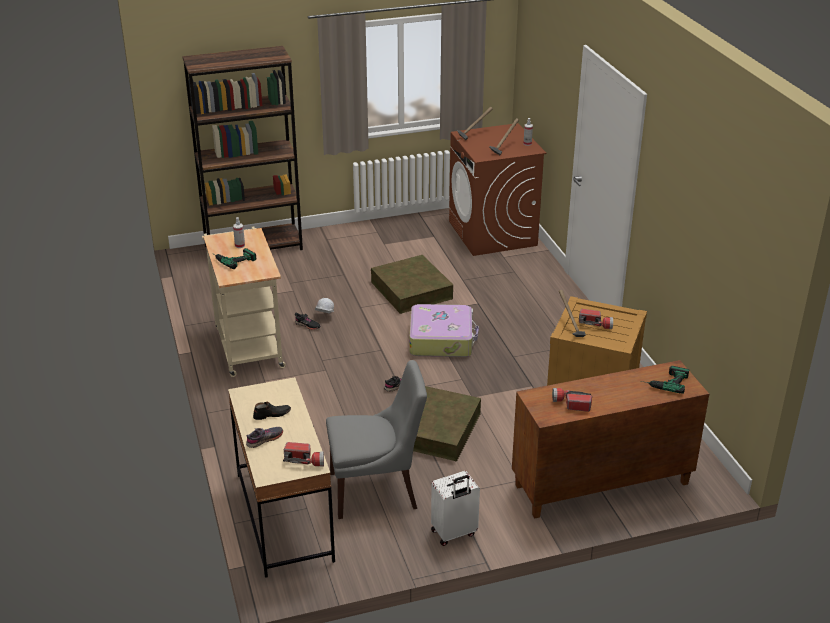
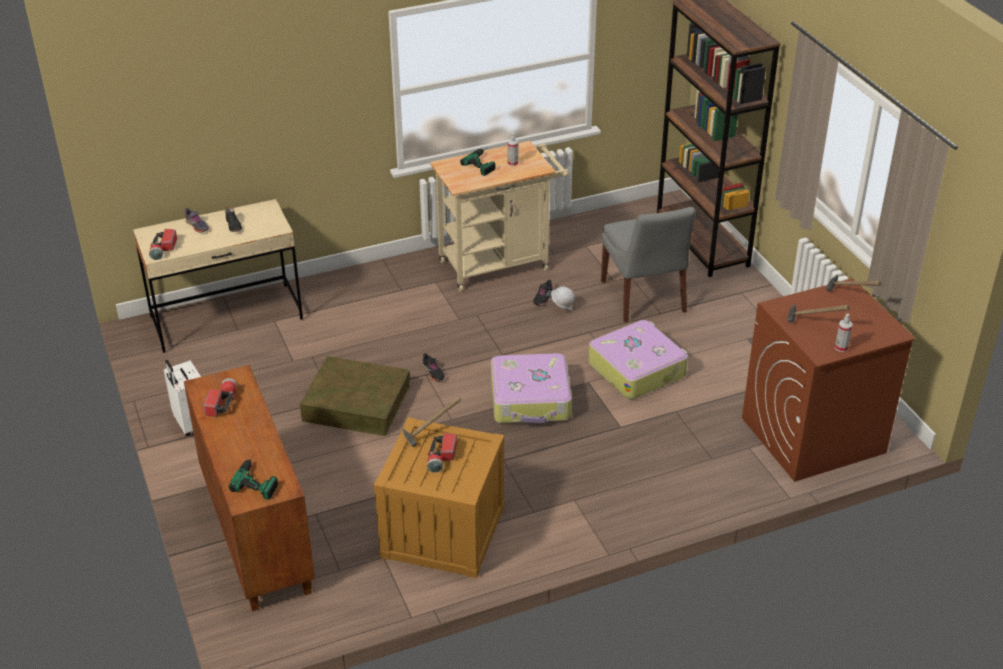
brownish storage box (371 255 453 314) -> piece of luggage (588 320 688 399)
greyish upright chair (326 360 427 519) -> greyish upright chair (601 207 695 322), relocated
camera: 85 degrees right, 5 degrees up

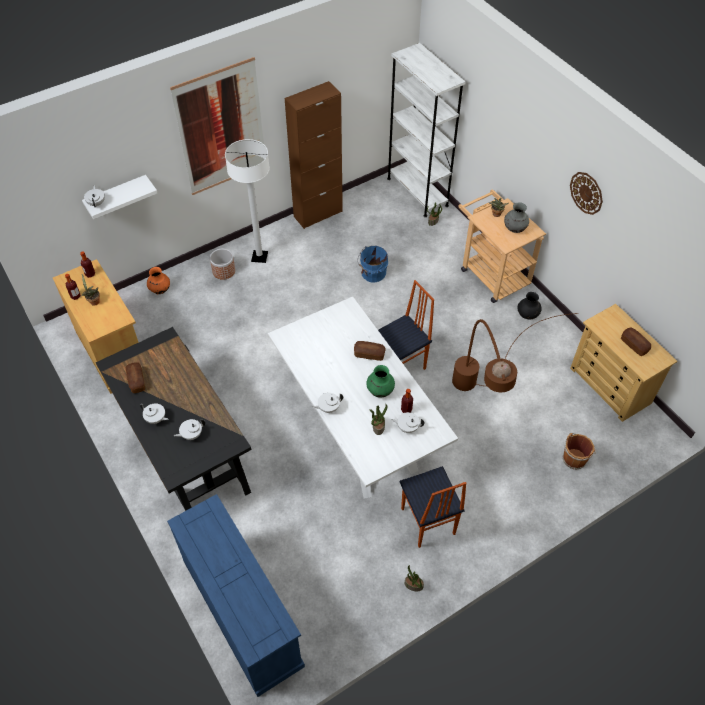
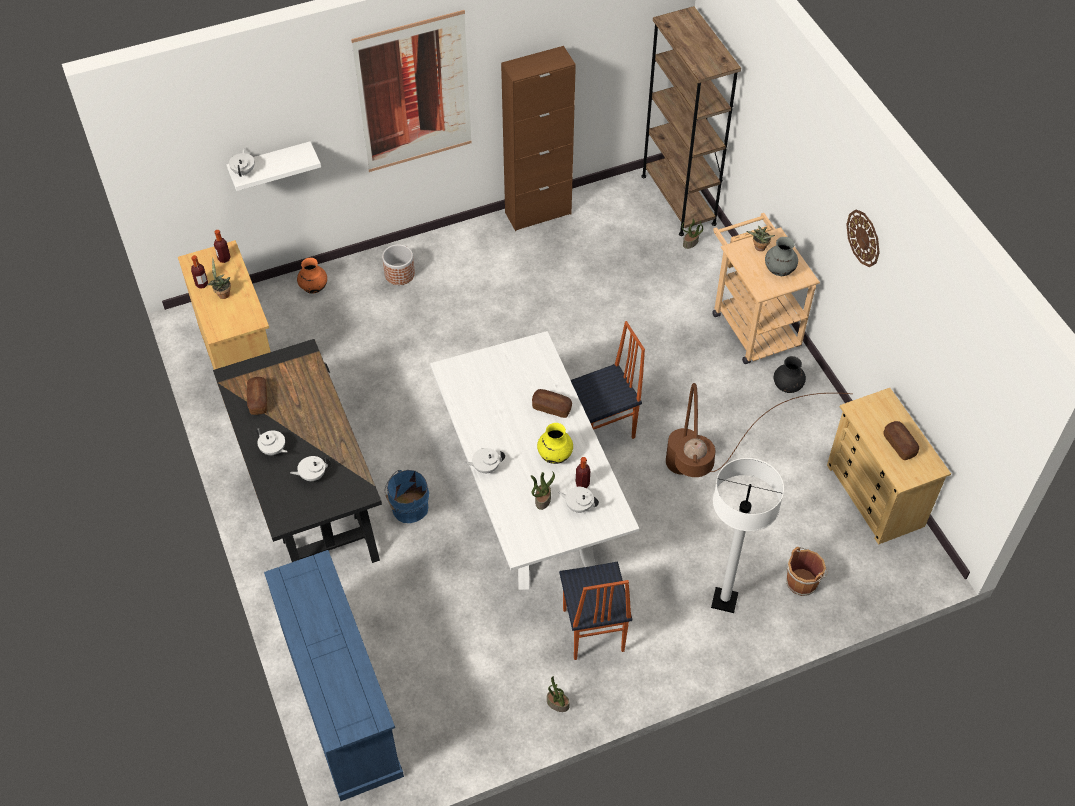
blue-coloured pail (357 246 388 283) -> blue-coloured pail (384 470 429 523), relocated
green vase (366 365 395 397) -> yellow-coloured vase (537 423 573 464)
white-coloured shelving unit (387 43 466 217) -> brownish shelving unit (641 6 741 236)
white-coloured standard lamp (225 139 270 263) -> white-coloured standard lamp (711 458 784 613), relocated
camera: 10 degrees right, 0 degrees up

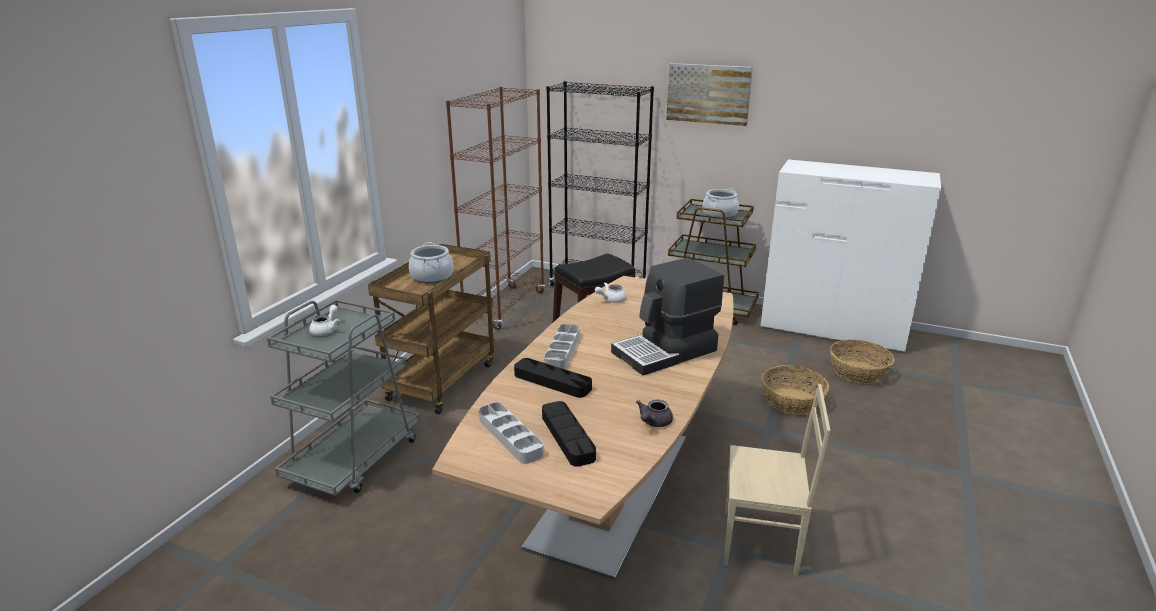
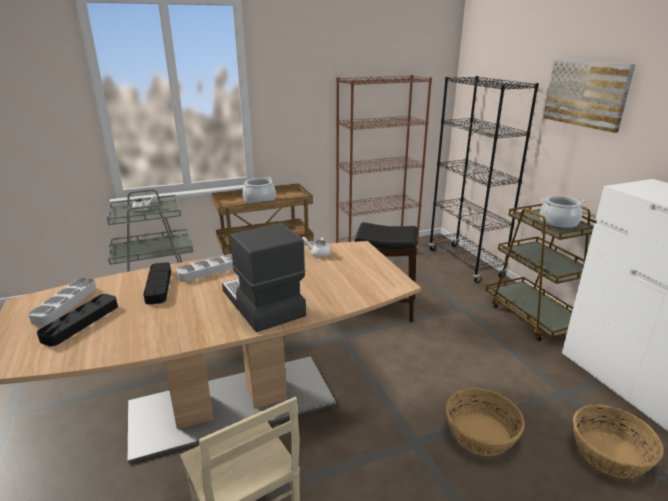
coffee machine (611 258 724 376) -> coffee machine (222 223 306 332), 45 degrees clockwise
greyish teapot (636 399 673 427) -> none
camera: 45 degrees right, 0 degrees up

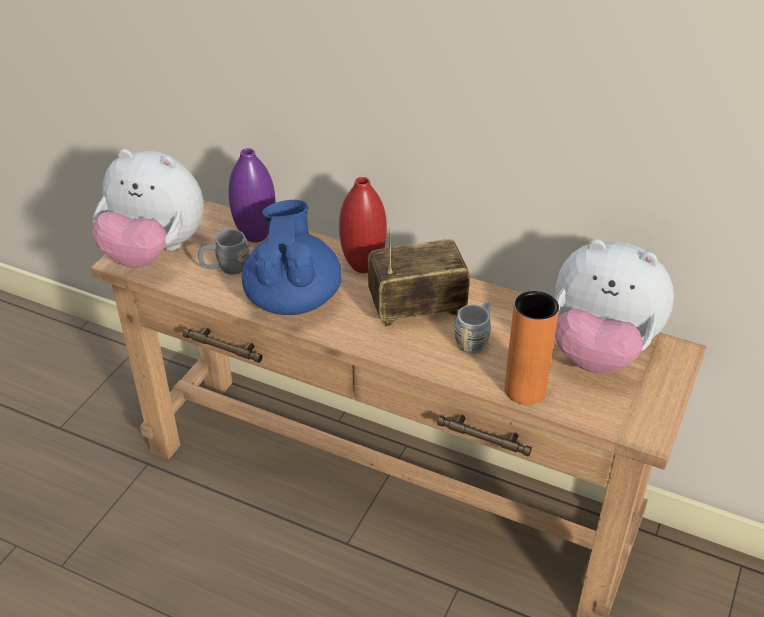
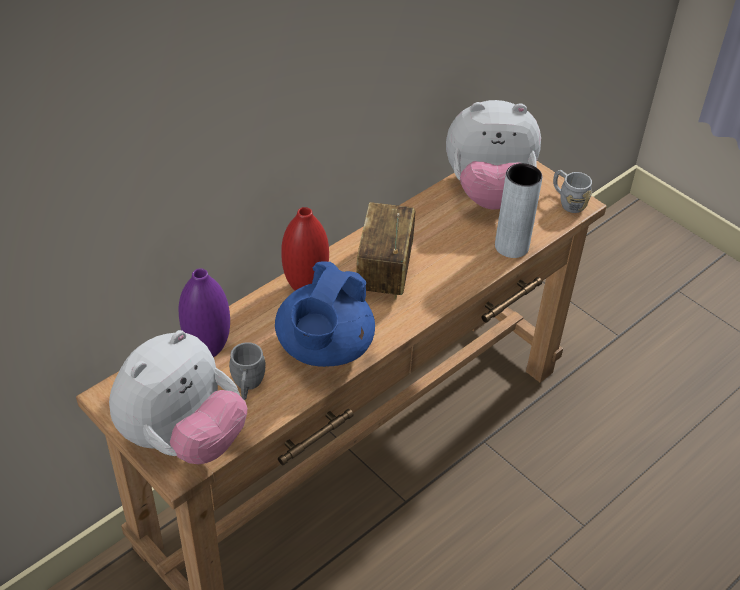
blue-coloured teapot (242 200 342 315) -> blue-coloured teapot (275 261 375 367), 90 degrees counterclockwise
soft toy (555 239 674 373) -> soft toy (446 100 541 210), 45 degrees clockwise
orange vase (505 291 559 405) -> greyish vase (495 163 543 258)
greyish coffee mug (454 301 491 354) -> greyish coffee mug (553 170 592 213), relocated
camera: 70 degrees left, 5 degrees up

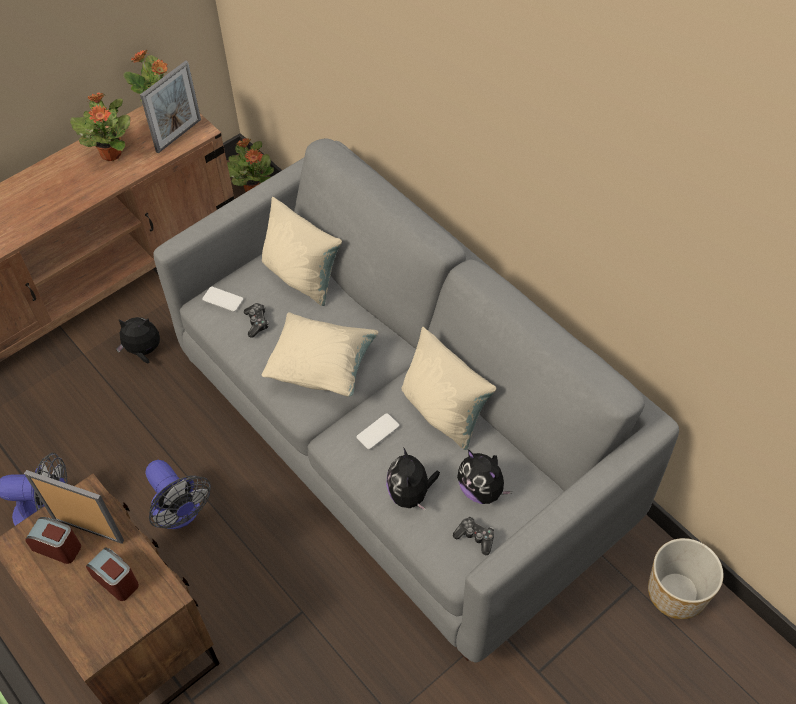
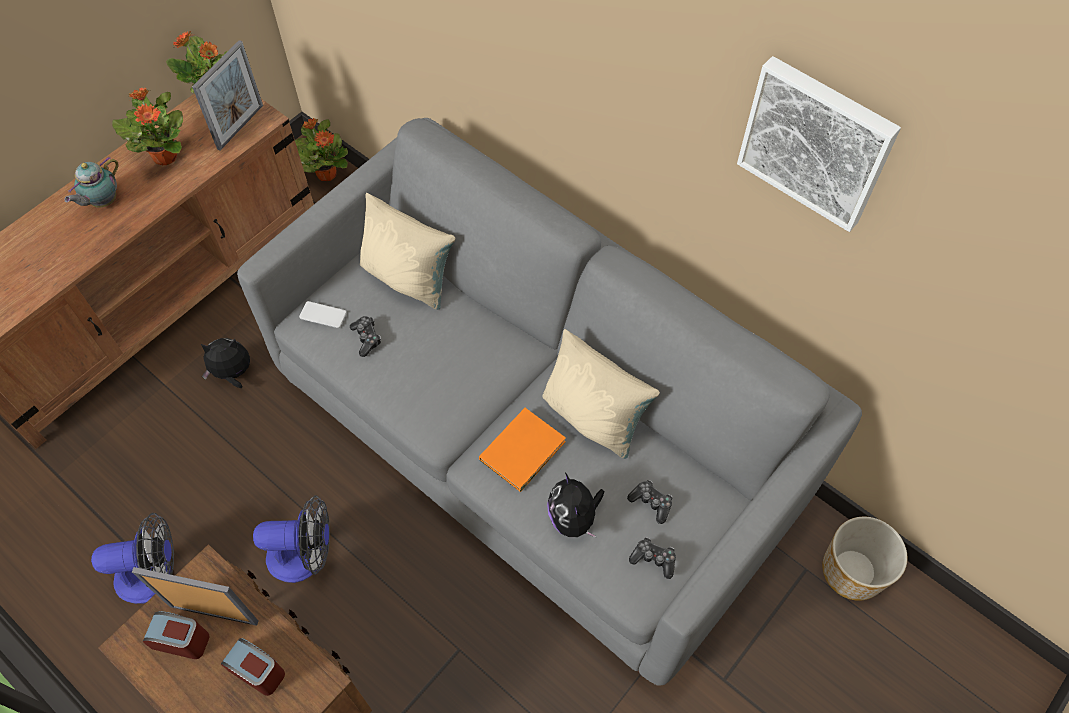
none -> teapot (64 156 119 208)
cooling fan (145 460 211 529) -> cooling fan (253 495 330 583), 45 degrees counterclockwise
handset (357 413 399 449) -> orange bound book (479 408 566 492)
soft toy (457 449 512 504) -> gamepad (627 480 672 524)
none -> wall art (737 56 901 232)
beige cushion (262 312 379 397) -> none
camera: 10 degrees left, 5 degrees up

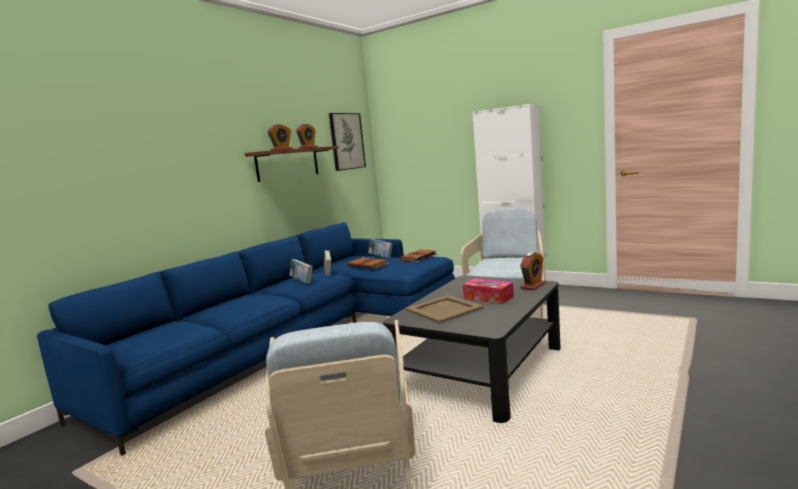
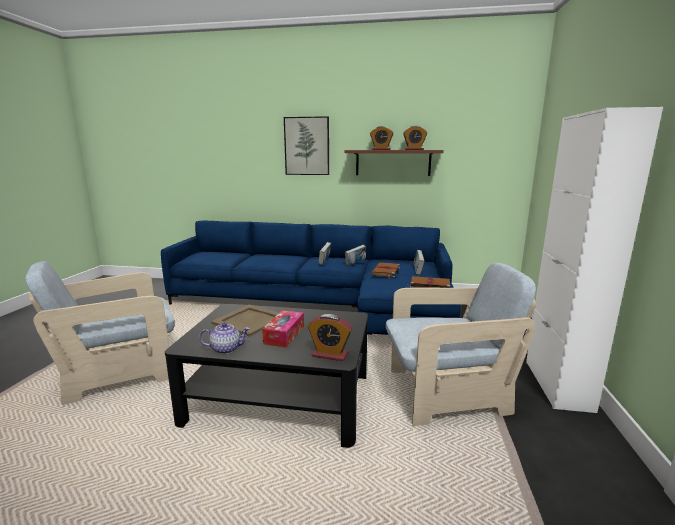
none -> teapot (199 323 250 354)
wall art (329 113 366 171) -> wall art (284 116 329 175), relocated
camera: 65 degrees right, 5 degrees up

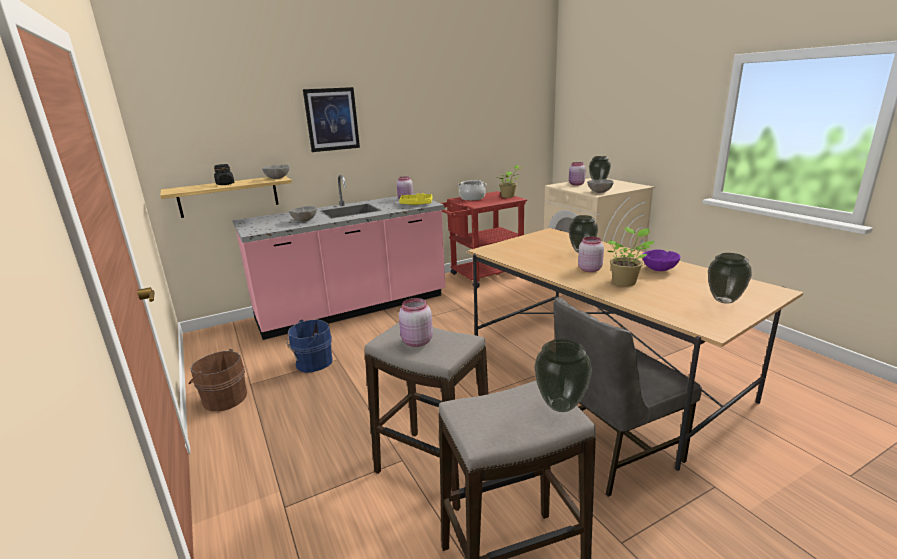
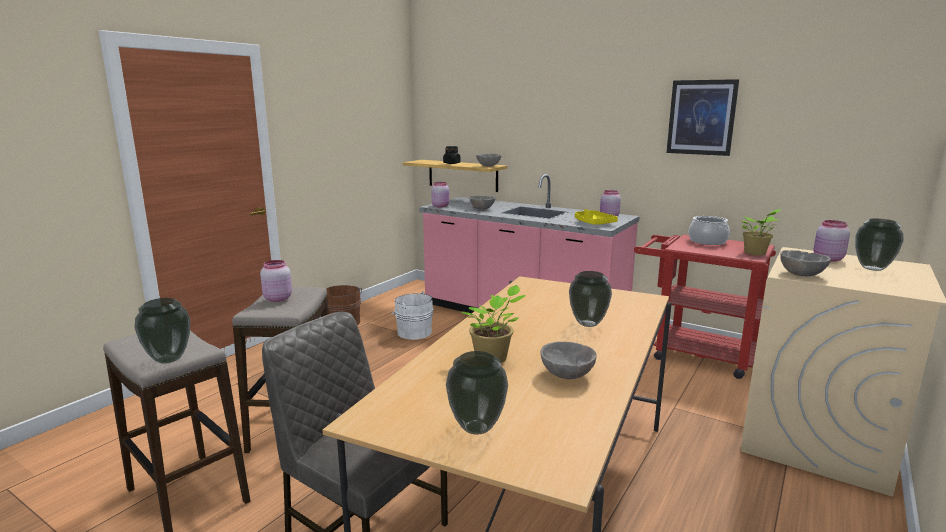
blue-coloured pail (287 320 333 373) -> white-coloured pail (391 292 433 340)
pink storage jar (578 236 604 272) -> pink storage jar (431 182 449 207), relocated
purplish serving bowl (642 249 681 271) -> greyish serving bowl (540 342 596 379)
wall art (303 87 360 152) -> wall art (666 79 739 156), relocated
camera: 60 degrees right, 5 degrees down

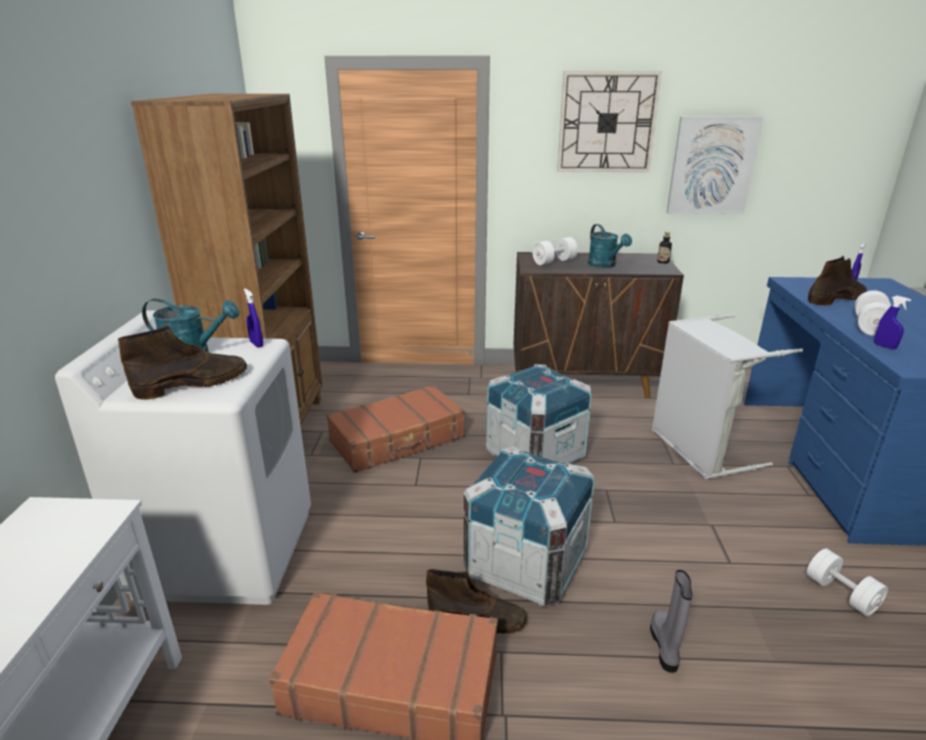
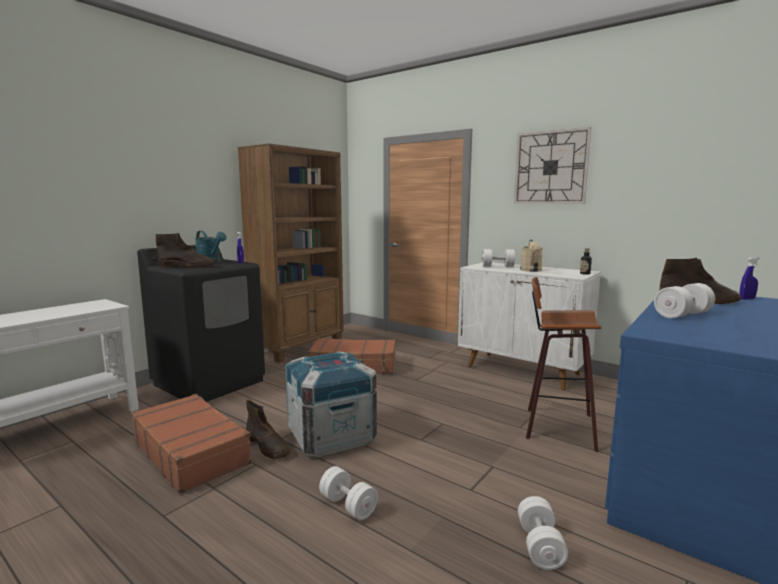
white-coloured laundry appliance (55 311 311 605) -> black-coloured laundry appliance (137 245 265 402)
greyish tall boot (650 570 692 673) -> white-coloured dumbbell (319 466 378 520)
brownish cupboard (514 252 684 398) -> white-coloured cupboard (458 262 601 390)
turquoise watering pot (588 224 632 268) -> beige watering pot (520 240 543 272)
greyish washing basket (652 314 803 479) -> stool (526 277 601 452)
packing crate (486 364 592 464) -> none
wall art (667 117 763 214) -> none
blue-coloured sprayer (874 296 911 349) -> none
camera: 35 degrees right, 15 degrees down

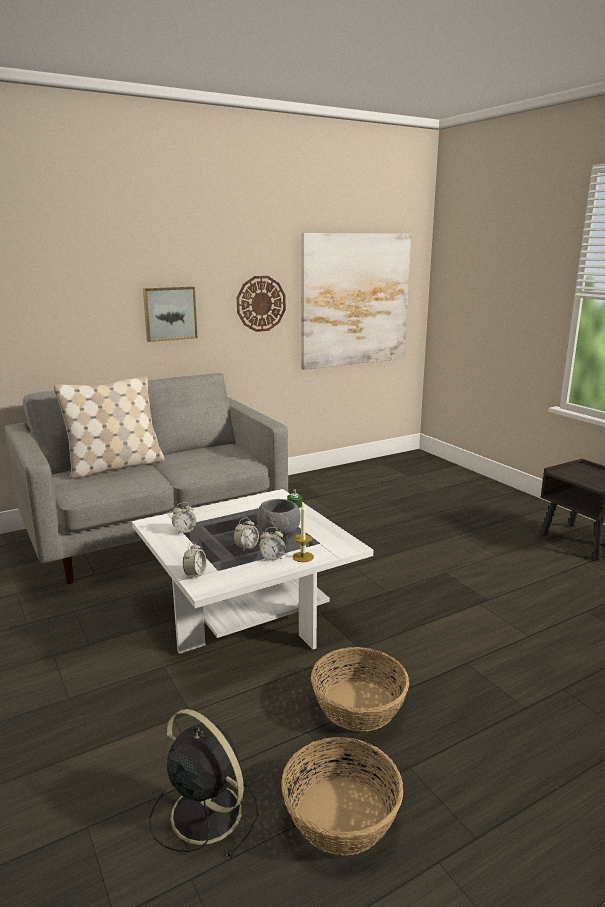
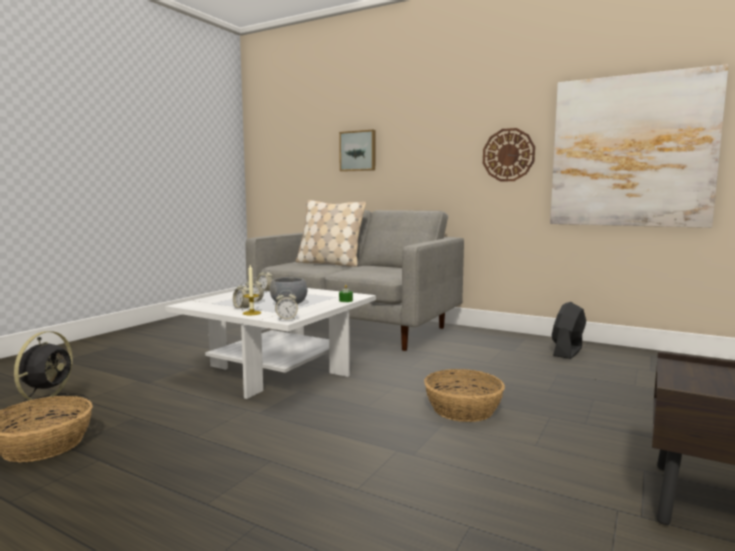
table clock (183 542 206 579) -> table clock (275 290 298 320), relocated
wall art (143 287 197 342) -> wall art (339 130 375 172), relocated
basket (311 647 409 732) -> basket (424 369 505 422), relocated
none -> black-coloured cooling fan (552 302 586 359)
camera: 60 degrees right, 10 degrees down

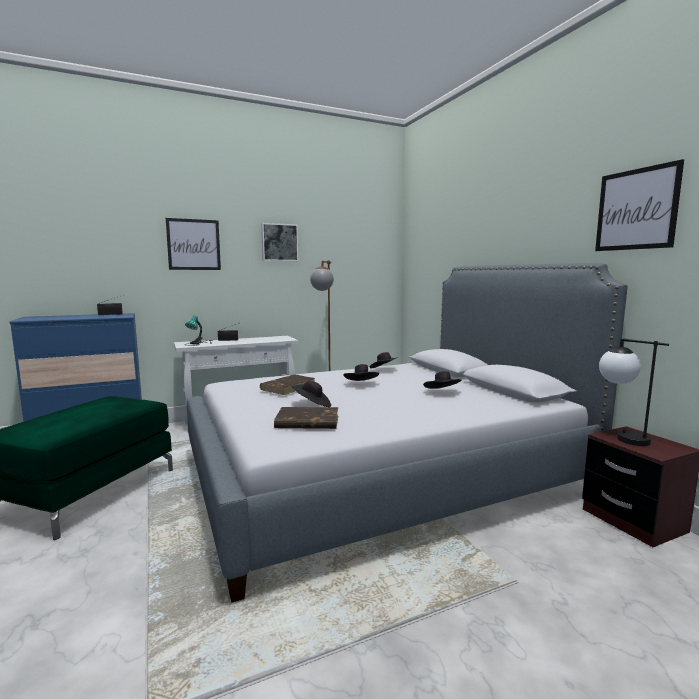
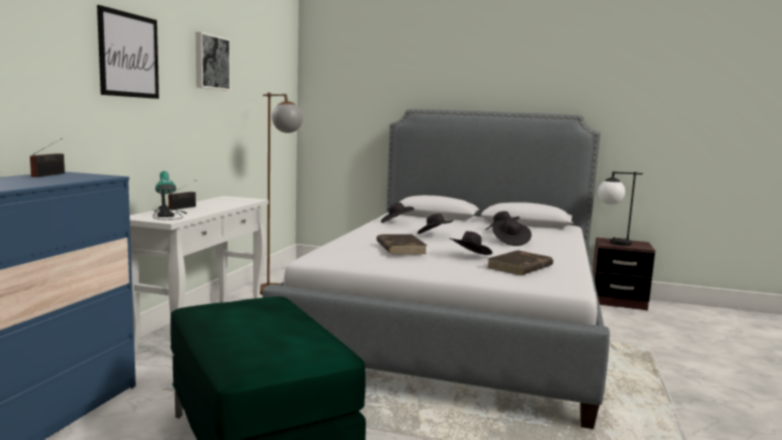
none -> black-coloured clothing hat (492 219 532 246)
wall art (595 159 684 251) -> none
camera: 50 degrees left, 0 degrees up

